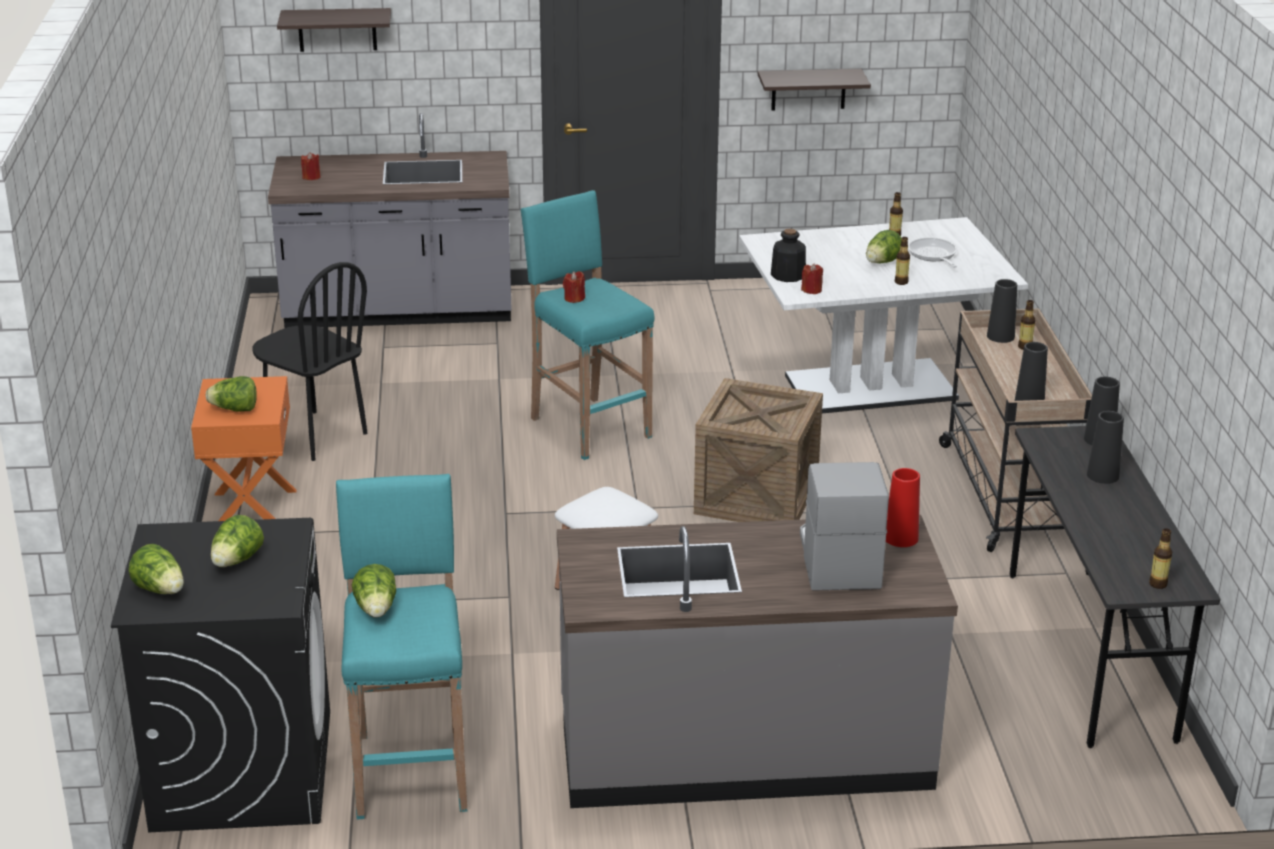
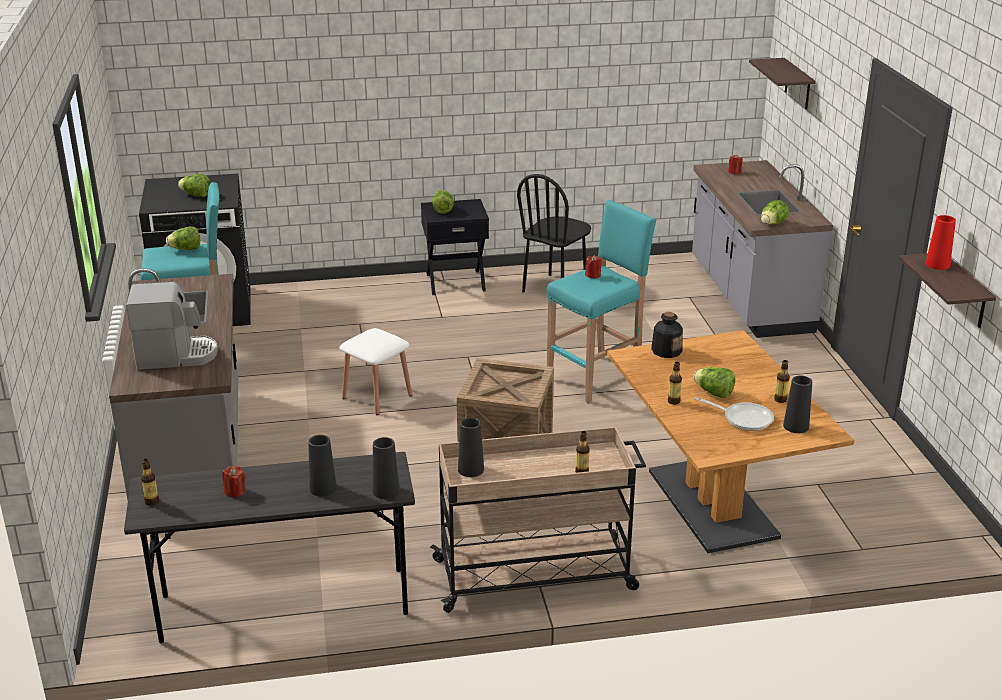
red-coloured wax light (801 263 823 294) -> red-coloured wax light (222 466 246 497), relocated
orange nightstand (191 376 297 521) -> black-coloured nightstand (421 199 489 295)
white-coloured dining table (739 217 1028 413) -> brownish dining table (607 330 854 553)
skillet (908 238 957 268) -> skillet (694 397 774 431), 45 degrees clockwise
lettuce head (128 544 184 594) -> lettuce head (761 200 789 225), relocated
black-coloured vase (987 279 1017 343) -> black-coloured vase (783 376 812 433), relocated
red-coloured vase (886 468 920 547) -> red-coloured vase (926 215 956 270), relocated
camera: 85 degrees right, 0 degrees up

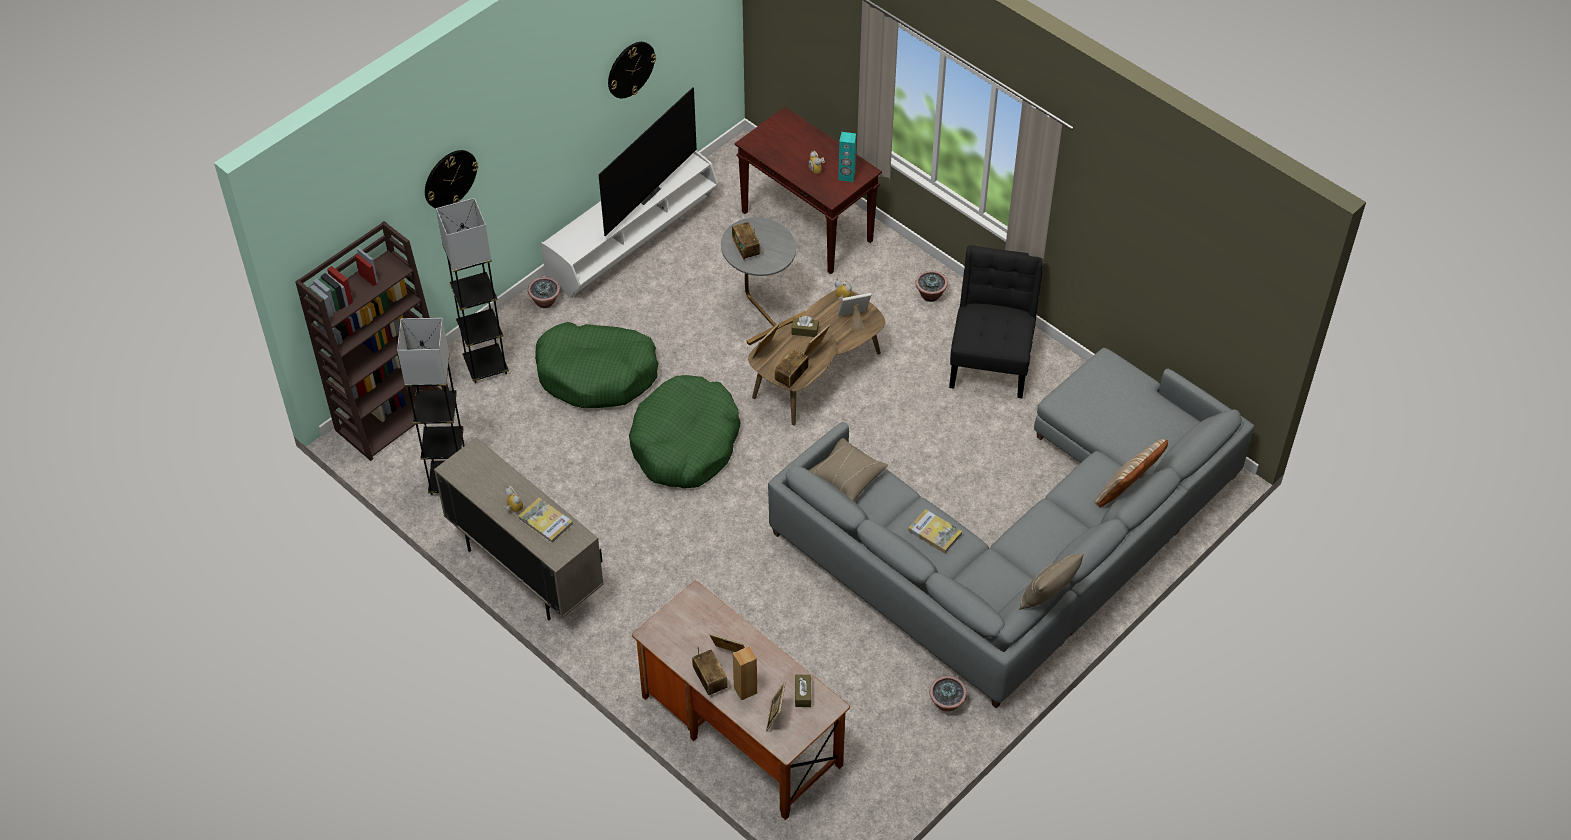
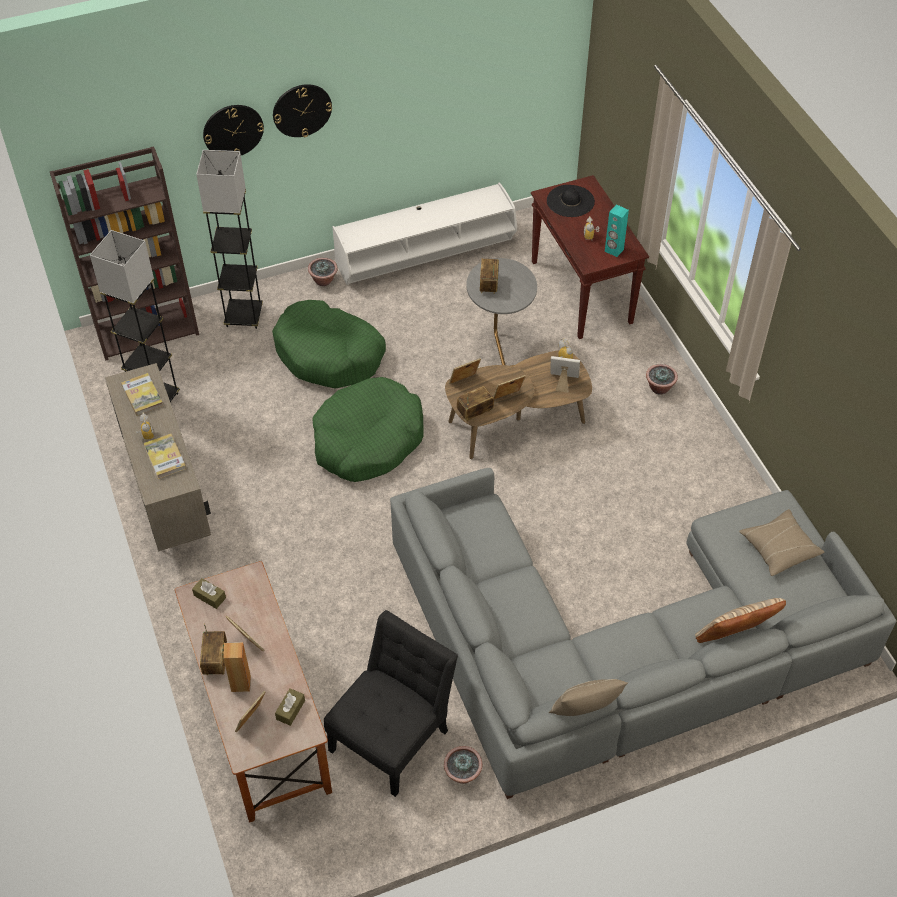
bound book (909 509 962 554) -> bound book (121 373 163 416), relocated
brownish box of tissues (792 316 819 337) -> brownish box of tissues (192 578 226 609), relocated
hanging clock (608 42 656 99) -> hanging clock (273 84 332 137), relocated
black-coloured upright chair (949 245 1044 398) -> black-coloured upright chair (324 610 458 797), relocated
none -> black-coloured clothing hat (547 185 595 217)
beige cushion (809 438 888 501) -> beige cushion (739 509 824 576), relocated
TV set (599 87 697 236) -> none
camera: 25 degrees right, 0 degrees up

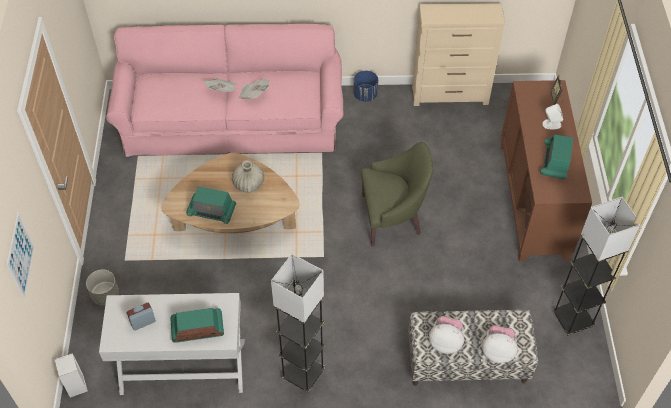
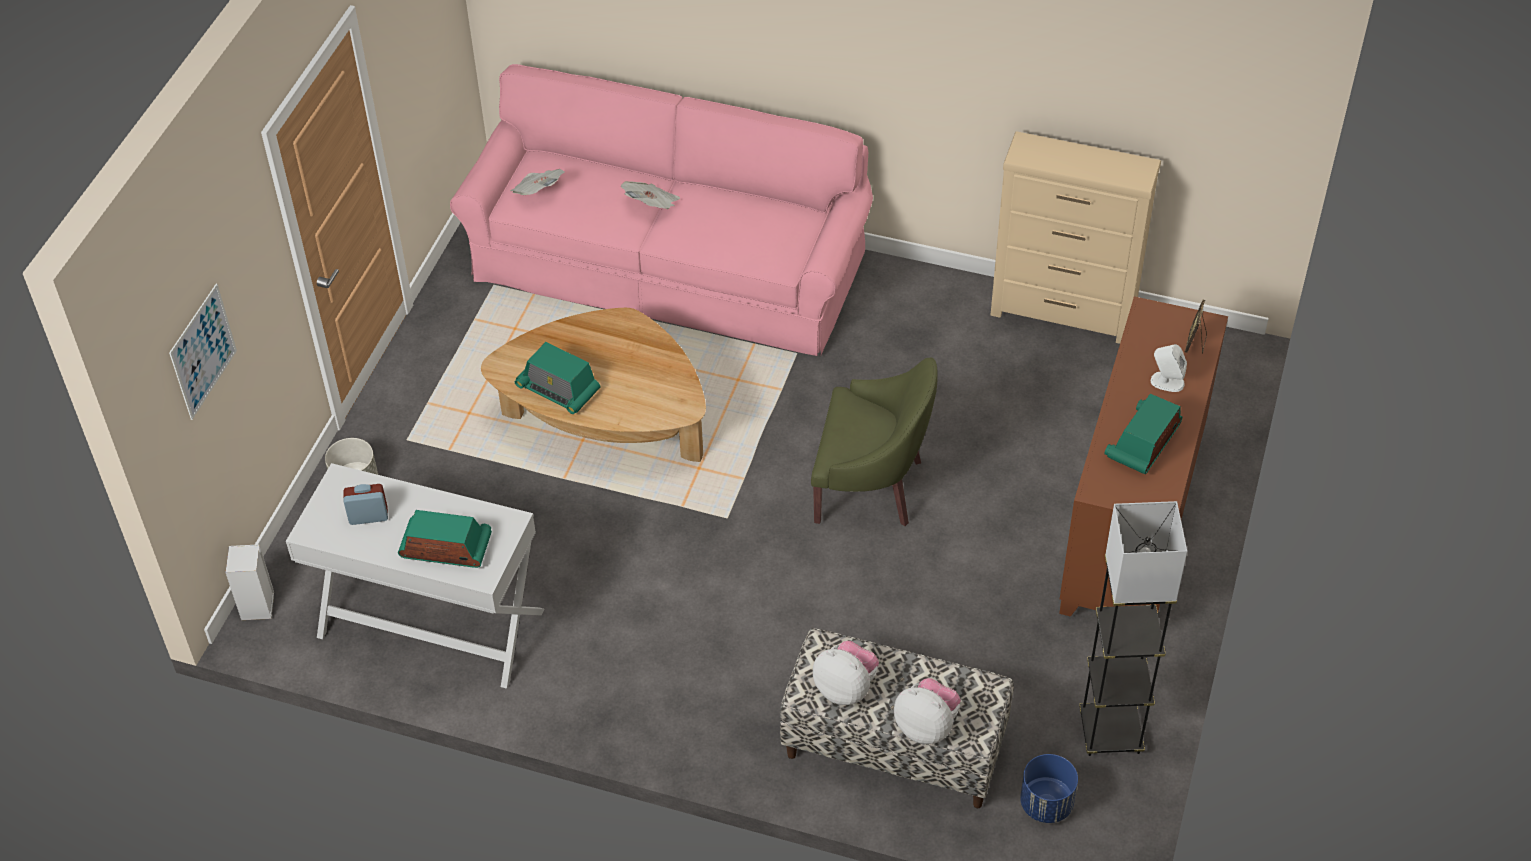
printed paper (239 79 270 99) -> printed paper (511 169 565 195), relocated
blue-coloured planter (354 71 378 102) -> blue-coloured planter (1020 754 1078 823), relocated
beige vase (232 160 264 193) -> none
greyish standard lamp (271 254 325 393) -> none
camera: 20 degrees right, 5 degrees down

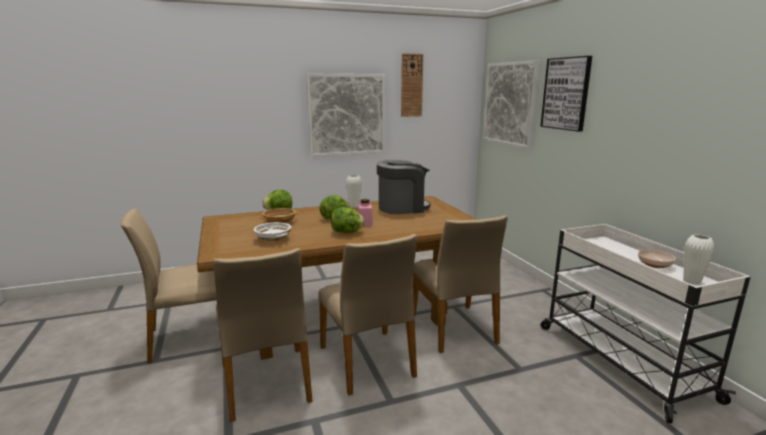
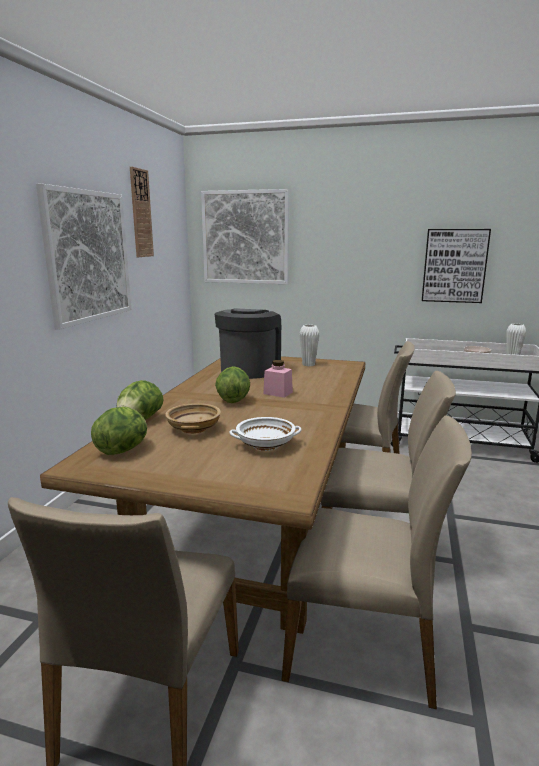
lettuce head (331 207 365 233) -> lettuce head (91 407 147 455), relocated
white-coloured vase (346 175 362 208) -> white-coloured vase (299 325 320 366), relocated
wall art (540 56 592 132) -> wall art (422 229 491 303), relocated
camera: 55 degrees left, 0 degrees up

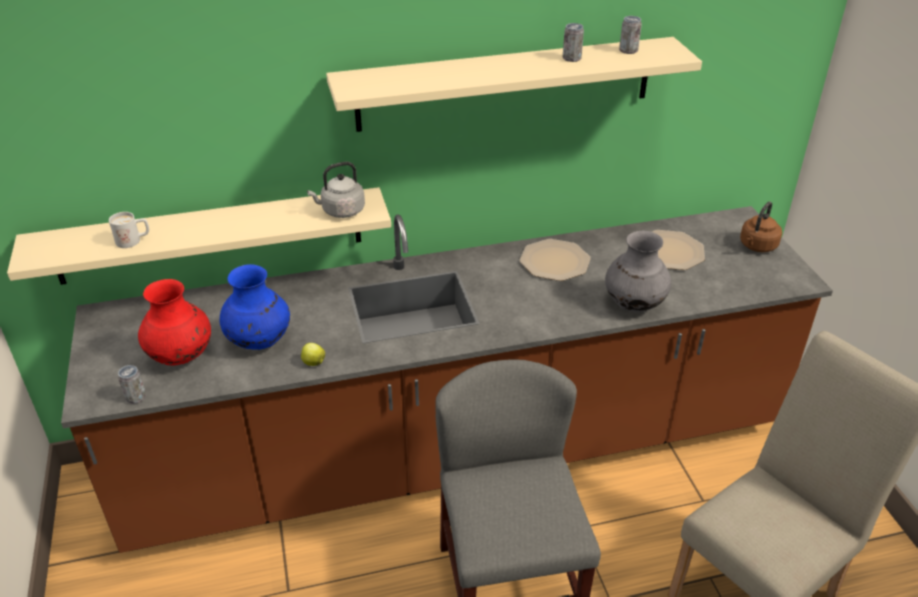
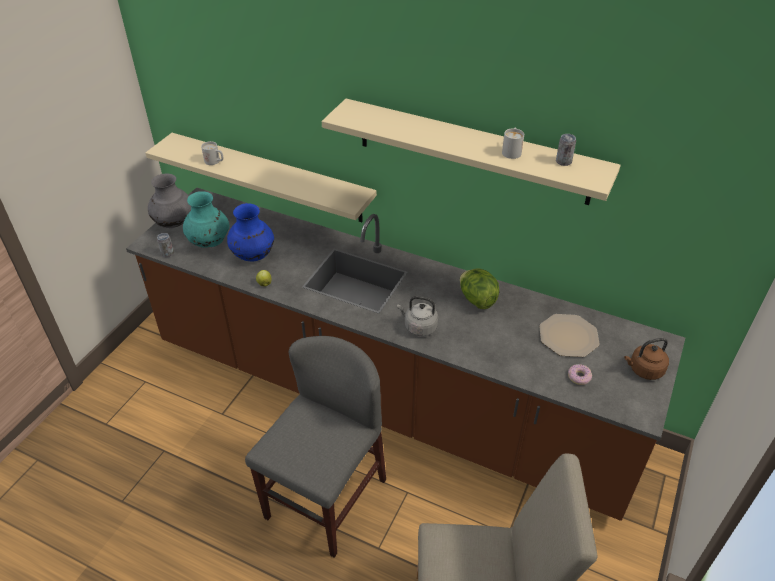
greyish vase (605 231 671 312) -> greyish vase (148 174 191 228), relocated
red-coloured vase (138 279 211 366) -> turquoise vase (183 191 229 248)
greyish tea kettle (307 162 365 218) -> greyish tea kettle (397 296 438 336), relocated
plate (519 239 591 281) -> lettuce head (460 268 499 309)
can (562 23 584 62) -> white-coloured coffee mug (502 127 524 159)
none -> doughnut (568 364 592 385)
camera: 40 degrees right, 5 degrees up

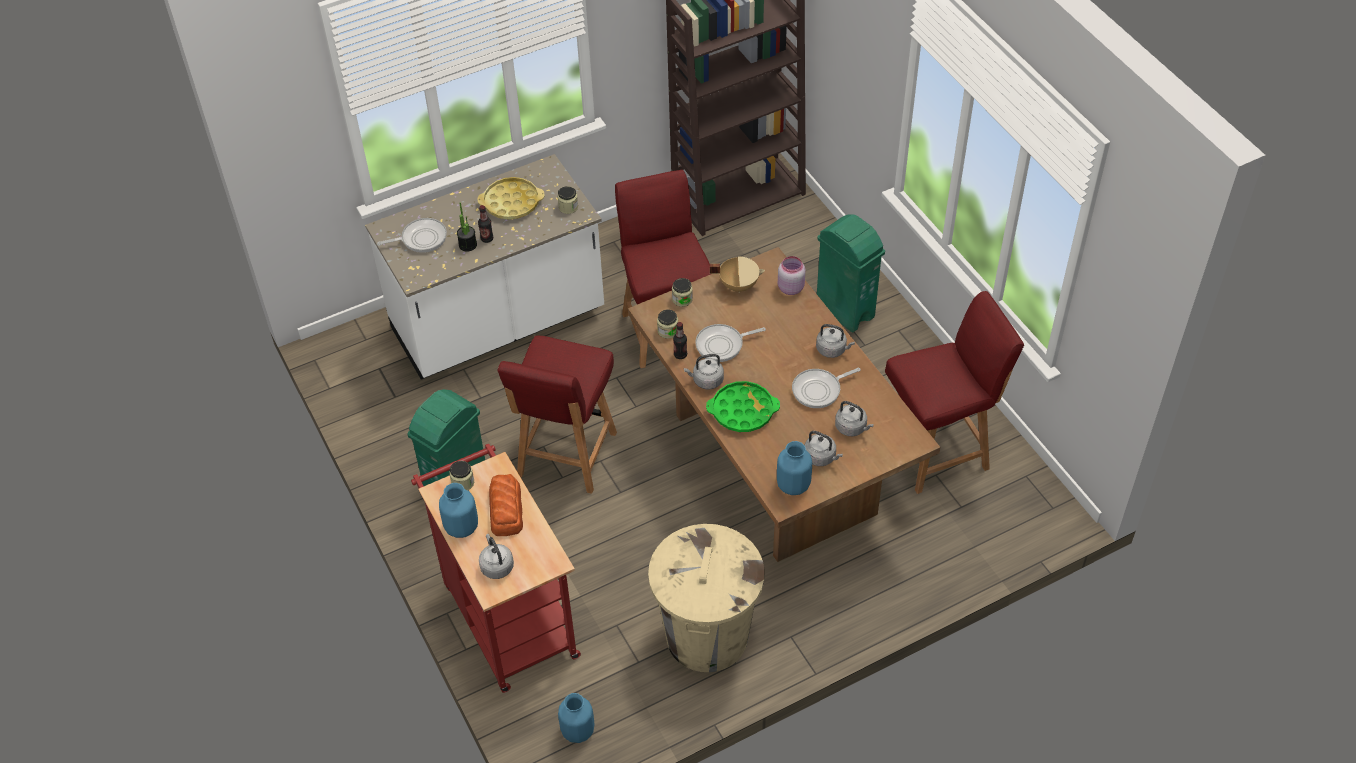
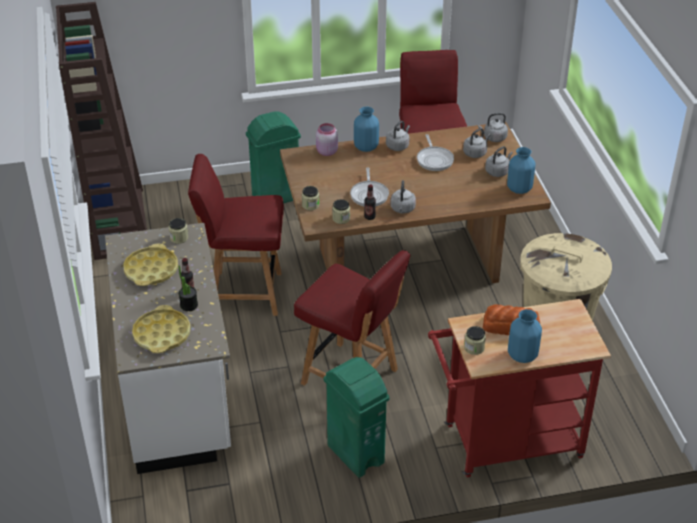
skillet (377 218 447 253) -> yellow-coloured carrying tray (132 305 191 353)
blue-coloured vase (558 693 594 743) -> blue-coloured vase (354 107 379 152), relocated
greyish tea kettle (479 534 514 579) -> greyish tea kettle (478 113 508 142), relocated
green carrying tray (706 381 780 432) -> none
beige saucepot (710 257 765 293) -> none
camera: 75 degrees left, 10 degrees down

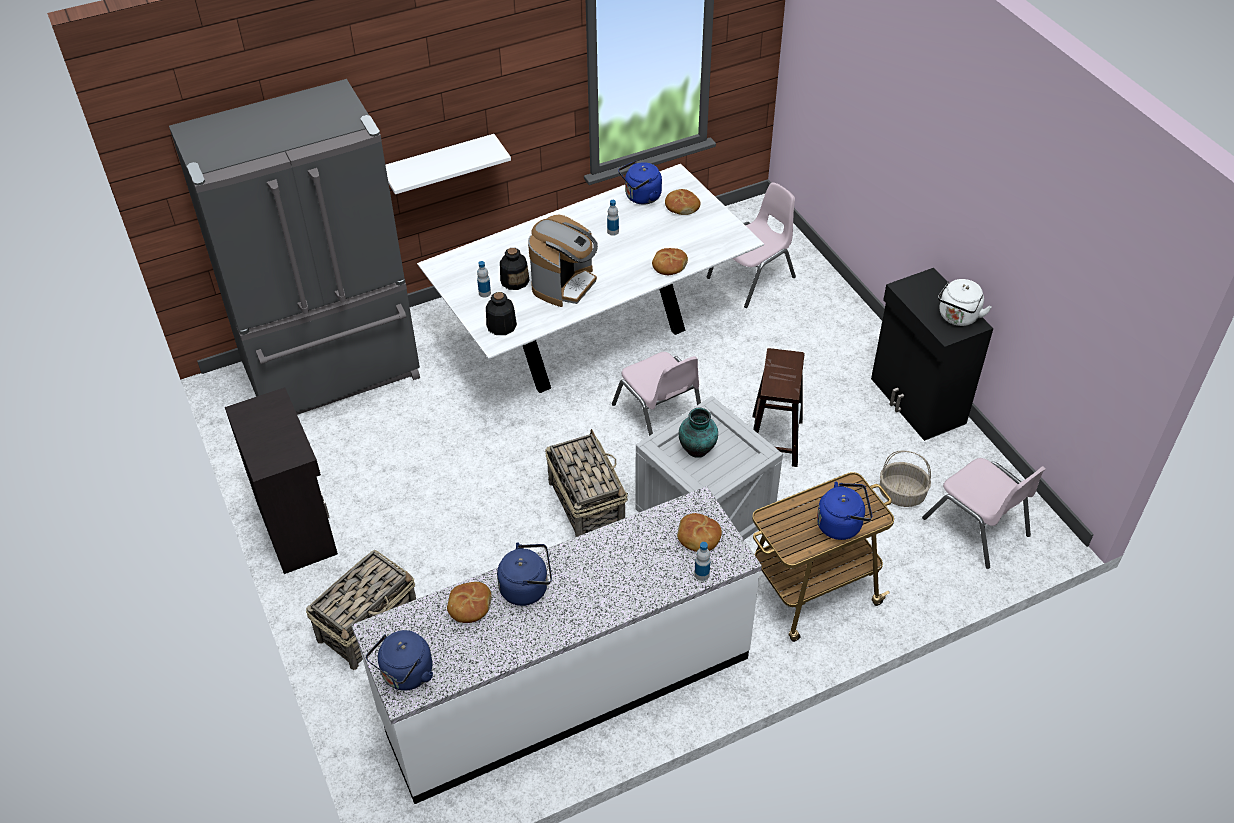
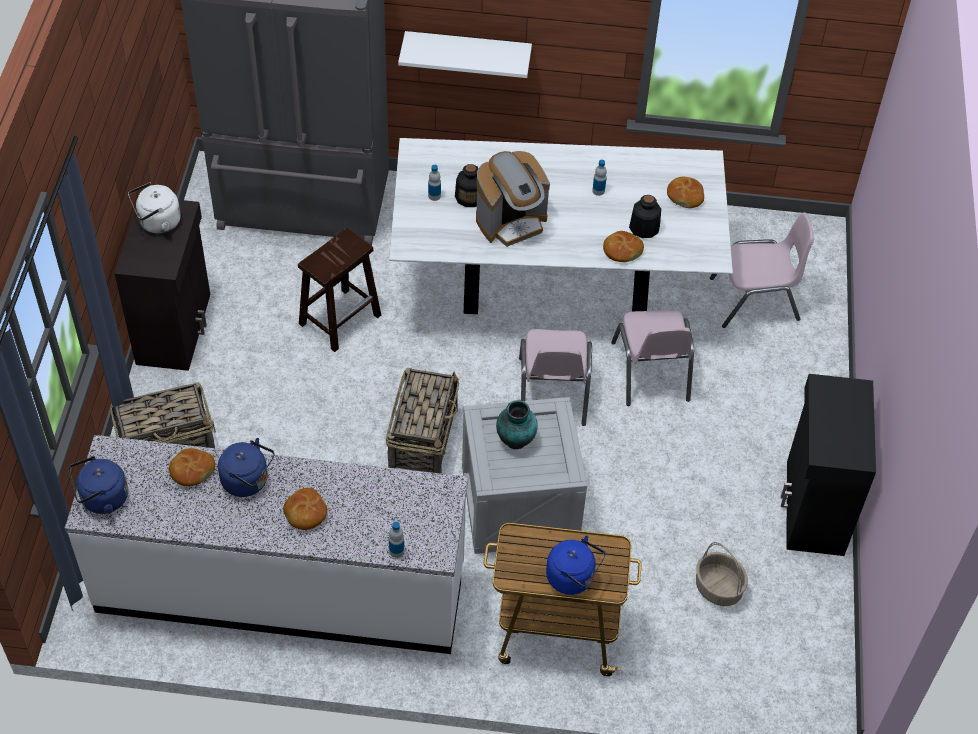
white-coloured tea kettle (938 279 992 326) -> white-coloured tea kettle (128 182 181 234), relocated
bakery bread (677 513 722 552) -> bakery bread (283 488 327 530), relocated
brownish stool (753 348 805 467) -> brownish stool (298 228 381 352), relocated
pink upright chair (922 458 1046 569) -> pink upright chair (611 309 694 406), relocated
drink bottle (486 292 517 335) -> drink bottle (629 195 661 238), relocated
blue-coloured tea kettle (618 160 662 204) -> none
camera: 30 degrees right, 5 degrees up

